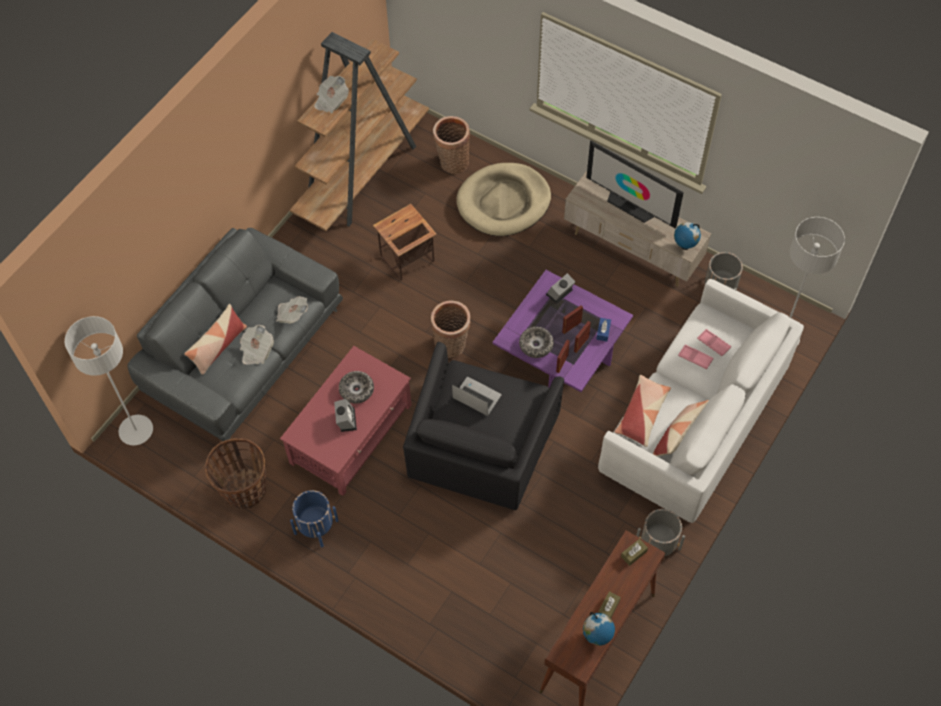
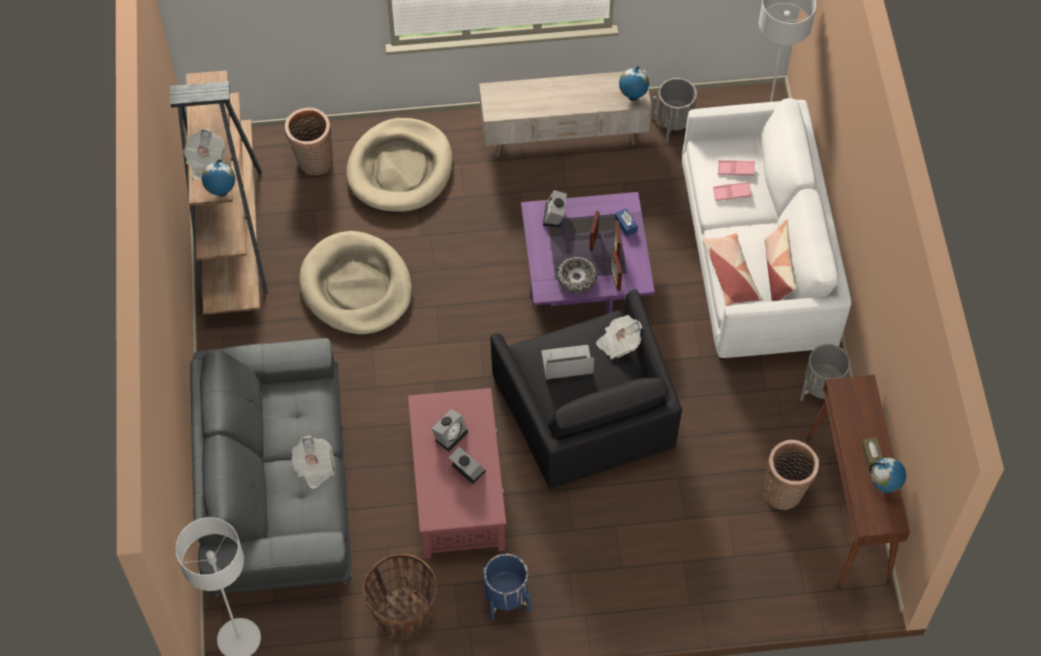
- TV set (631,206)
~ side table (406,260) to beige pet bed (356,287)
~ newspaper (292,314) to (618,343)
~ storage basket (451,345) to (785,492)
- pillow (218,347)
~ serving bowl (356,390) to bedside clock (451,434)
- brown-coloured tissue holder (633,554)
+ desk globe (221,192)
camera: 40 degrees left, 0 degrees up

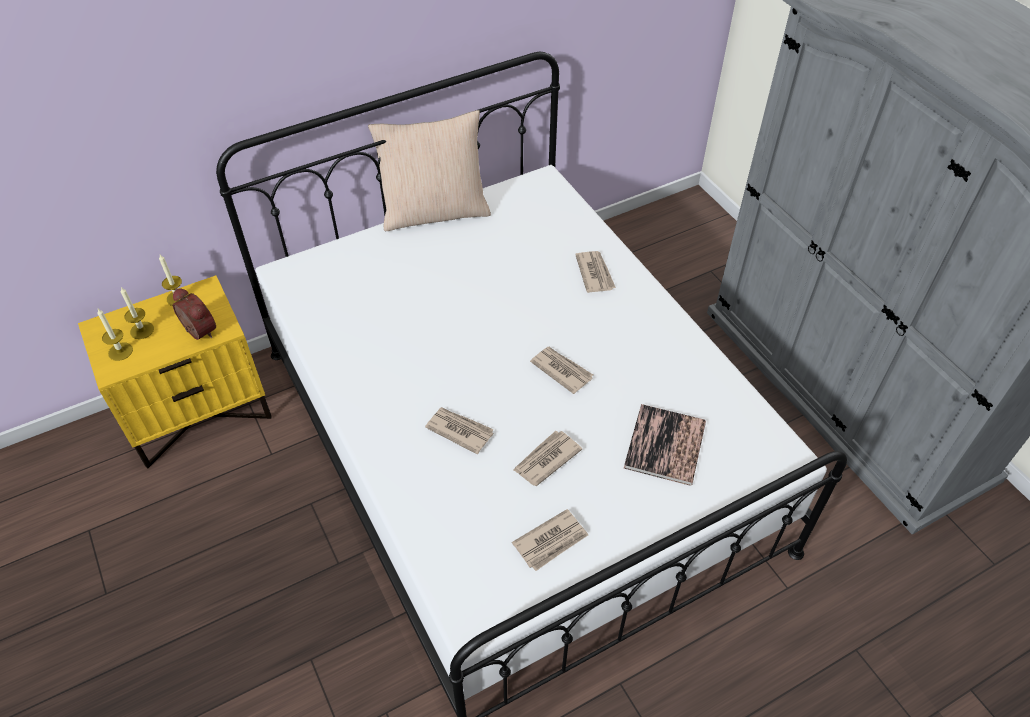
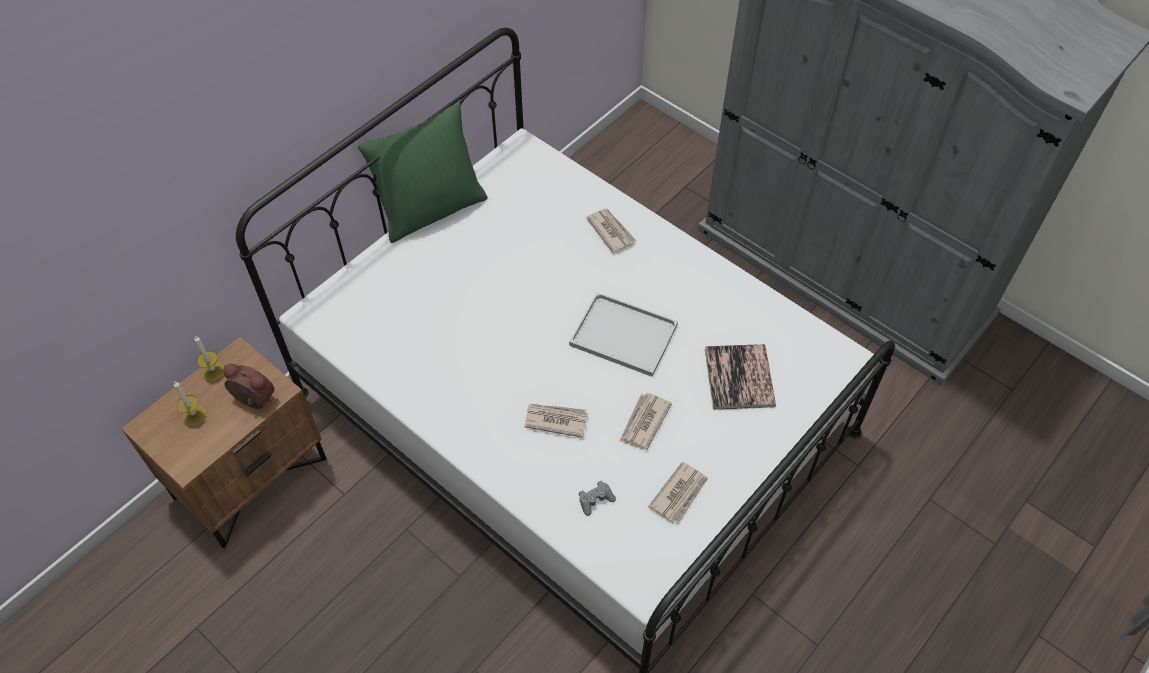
~ beige pillow (435,212) to green pillow (431,209)
~ yellowish bedside table (199,413) to brown-coloured bedside table (250,476)
- wax candle (120,351)
~ newspaper (561,370) to white tray (621,335)
+ gray game controller (595,500)
camera: 20 degrees left, 5 degrees up

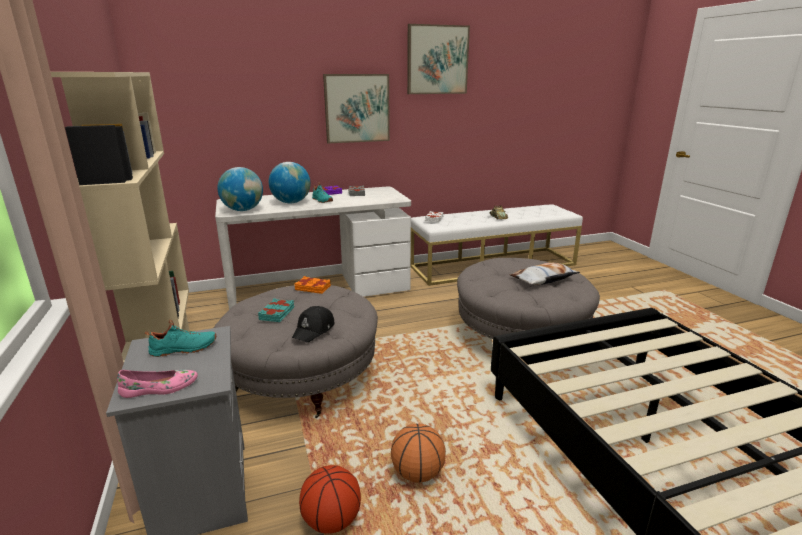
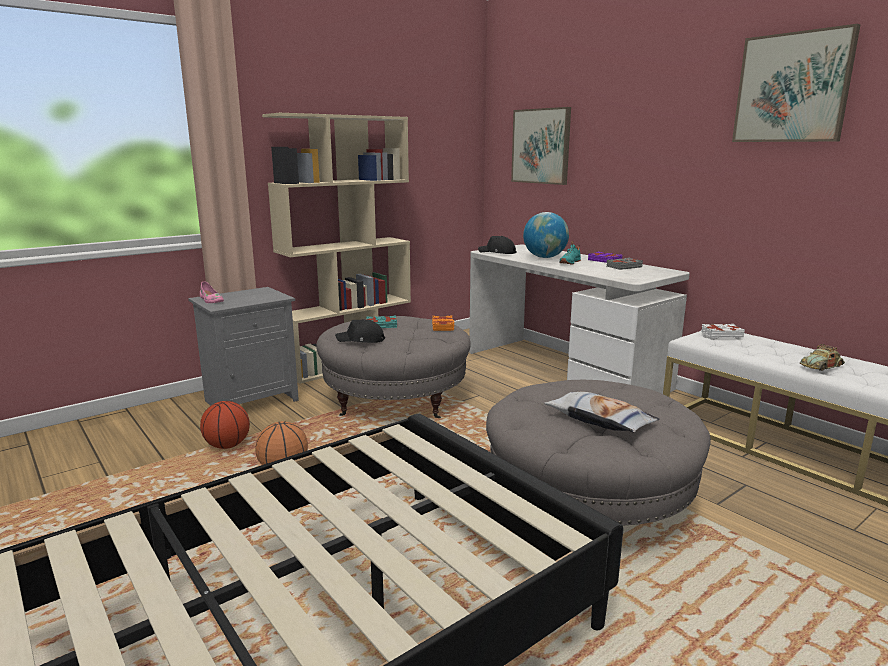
~ picture (357,108) to (541,146)
~ desk globe (243,210) to black baseball cap (497,252)
- turquoise item of footwear (184,349)
camera: 70 degrees right, 5 degrees down

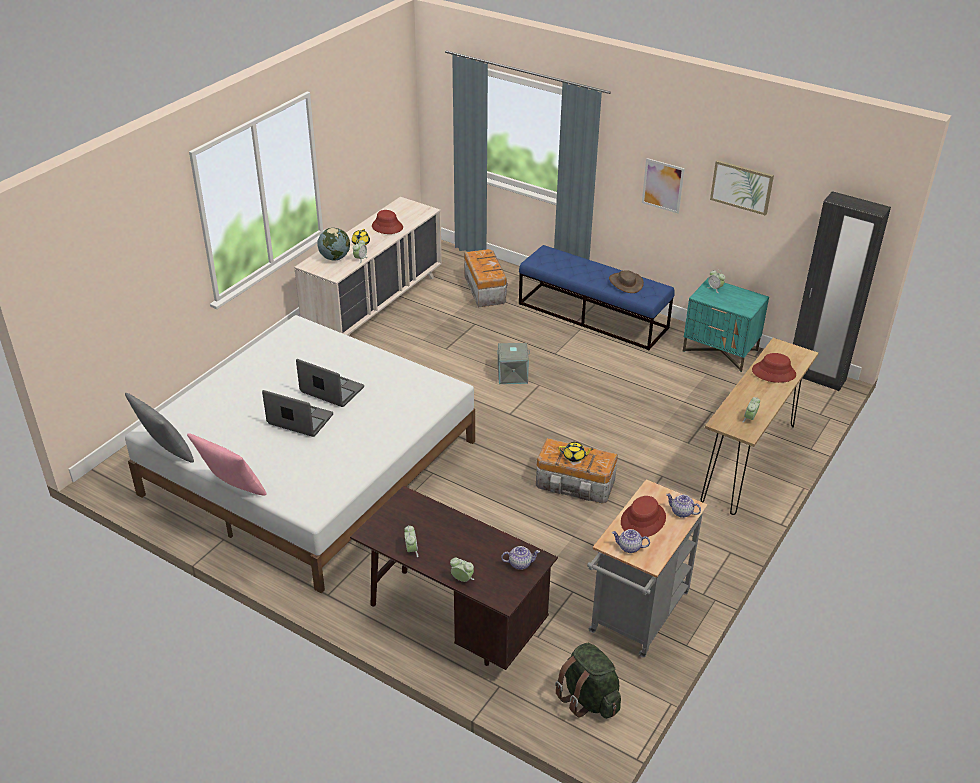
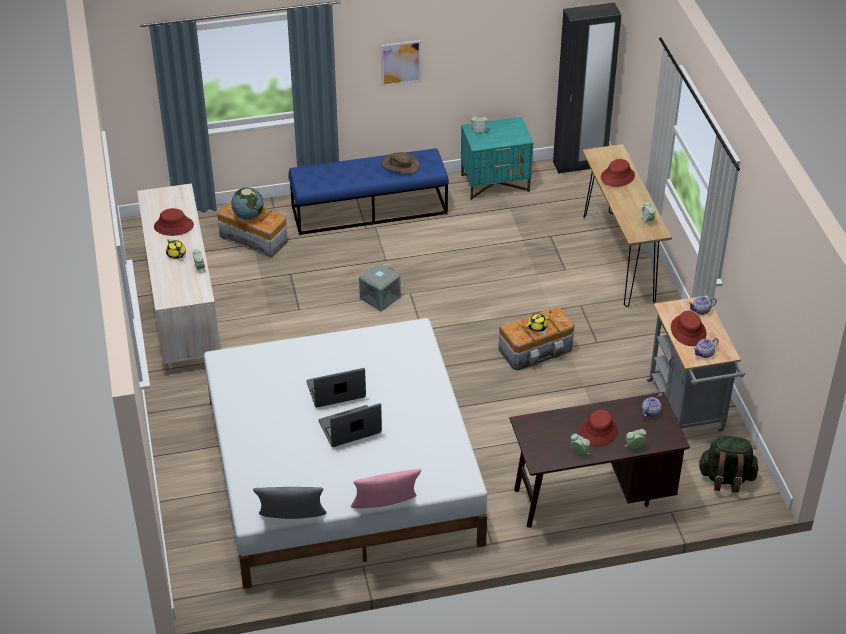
- picture (741,187)
~ desk globe (335,258) to (248,216)
+ reddish wearable hat (598,431)
camera: 45 degrees left, 5 degrees up

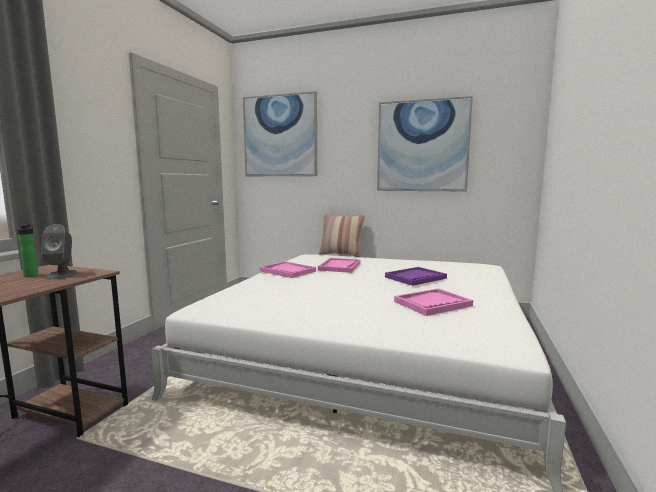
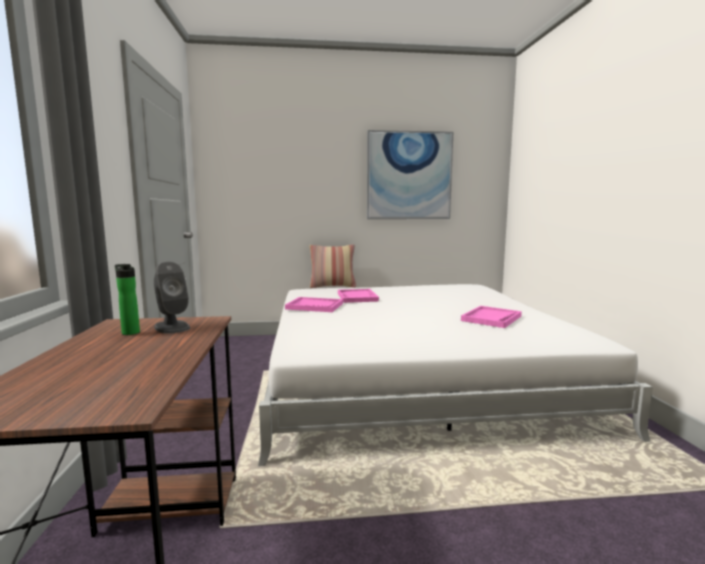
- picture (280,136)
- purple-coloured tray (415,278)
camera: 25 degrees left, 0 degrees up

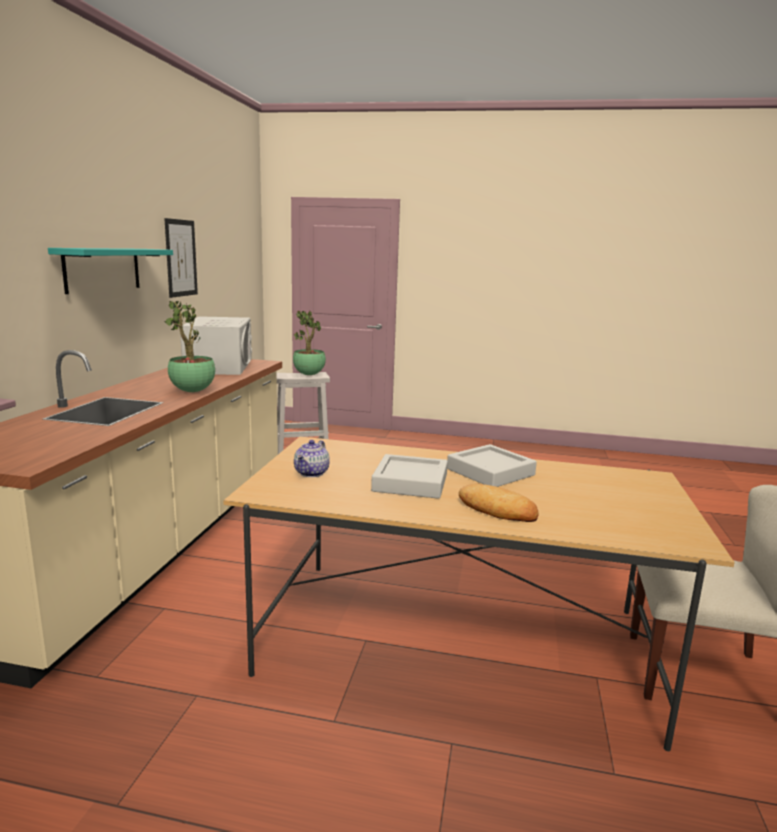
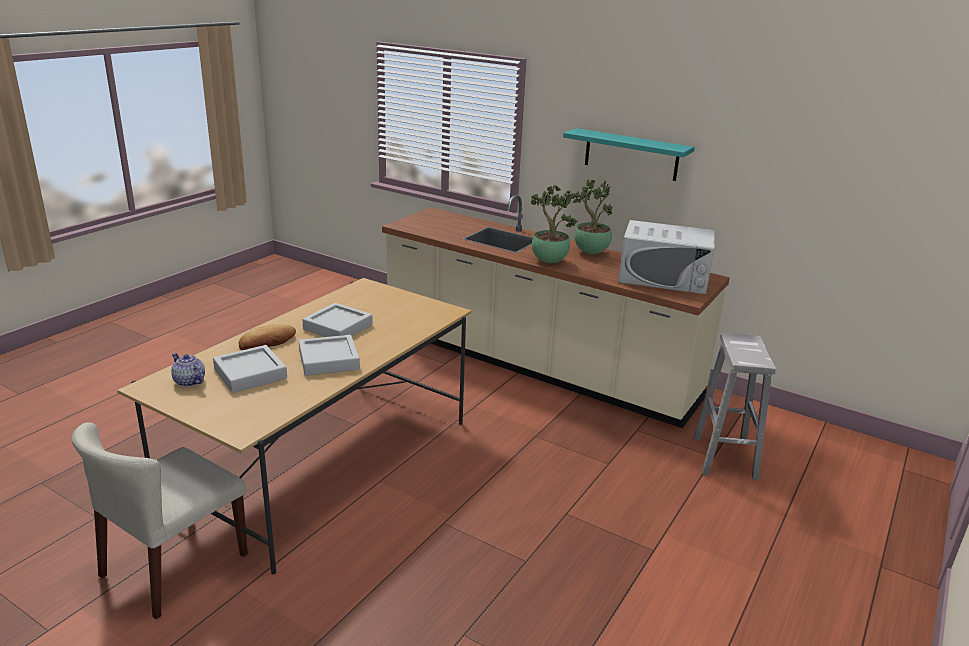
- picture (181,258)
~ potted plant (309,375) to (590,253)
~ pot for tea (312,473) to (189,382)
+ gray tray (250,374)
camera: 110 degrees right, 10 degrees up

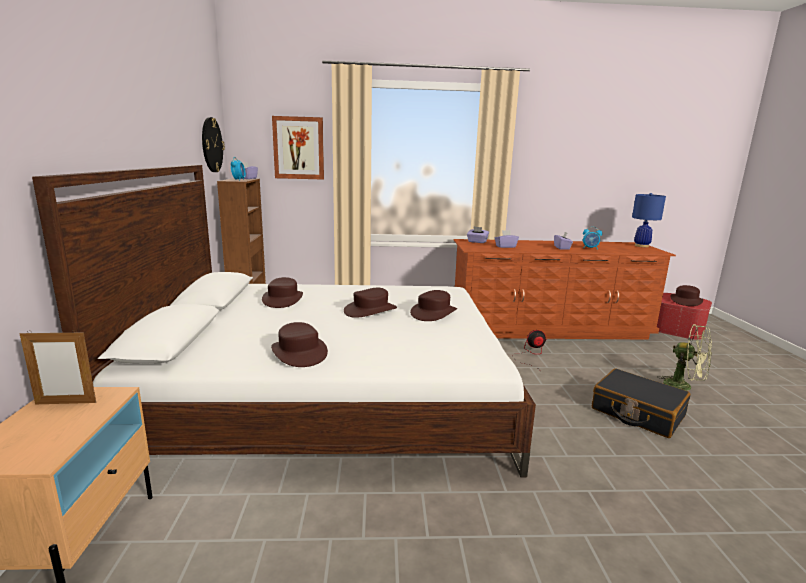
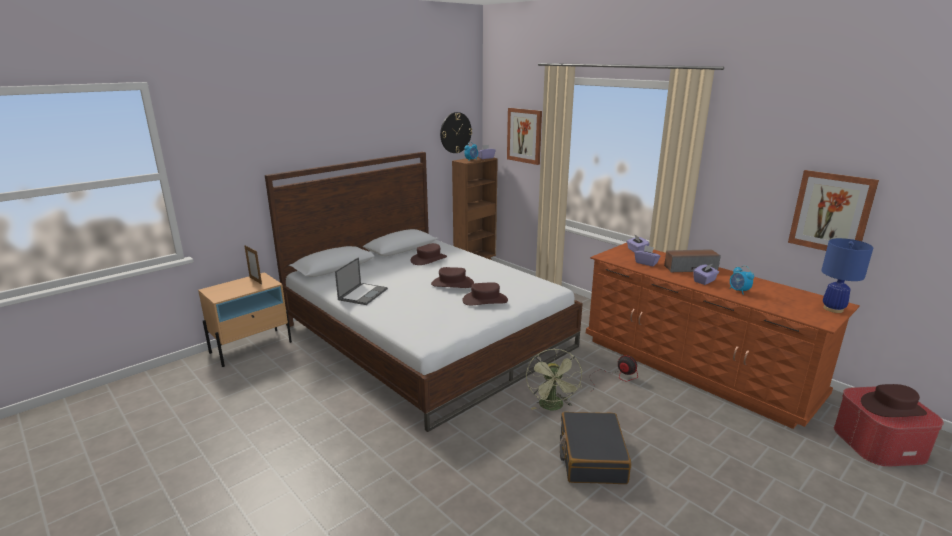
~ brown-coloured wearable hat (299,352) to notebook computer (363,294)
~ green fan (684,387) to (553,407)
+ picture (831,212)
+ audio speaker (690,268)
camera: 50 degrees right, 5 degrees up

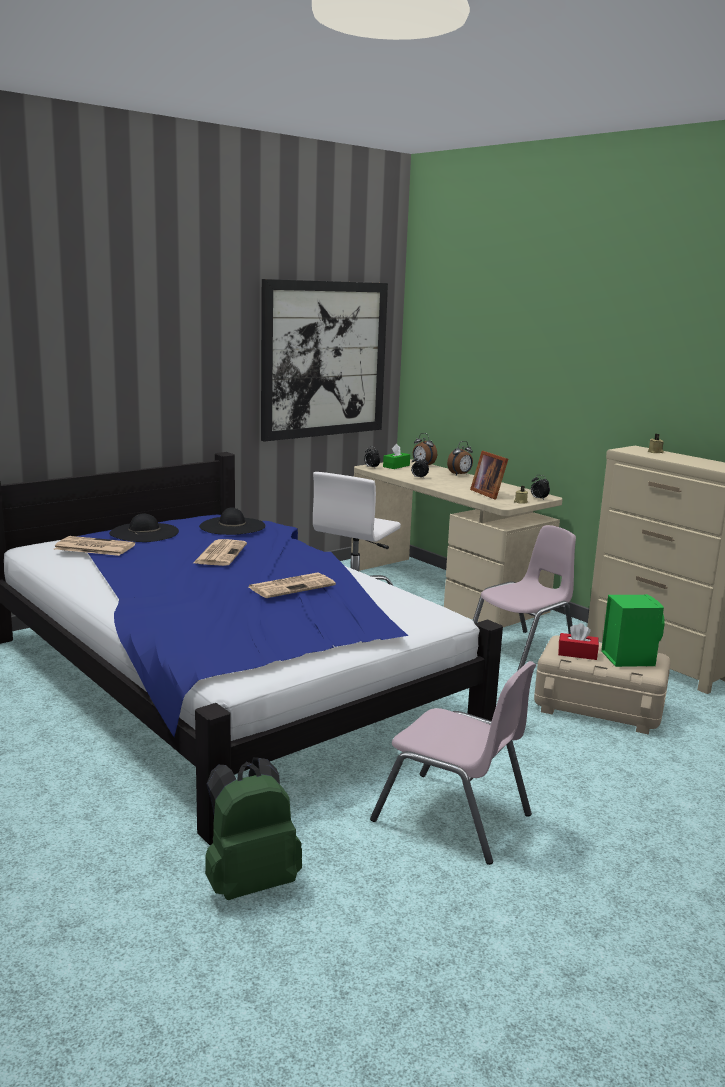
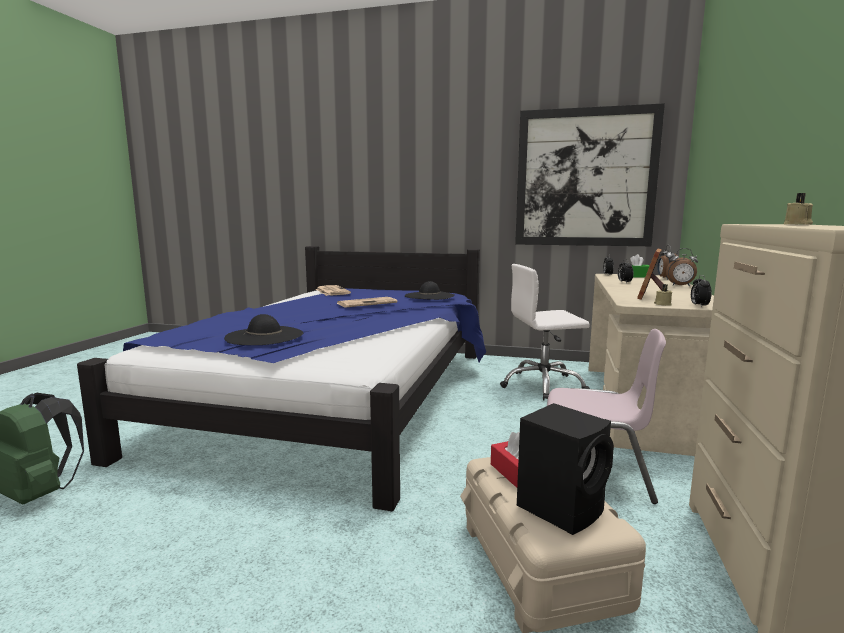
~ black wearable hat (144,532) to (264,336)
- newspaper (292,586)
~ green audio speaker (627,658) to black audio speaker (562,508)
- pink upright chair (453,818)
camera: 55 degrees right, 5 degrees down

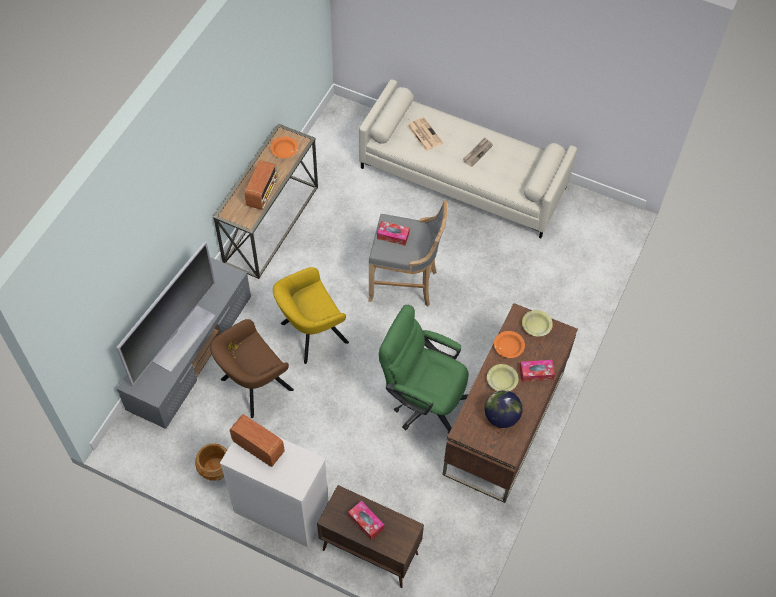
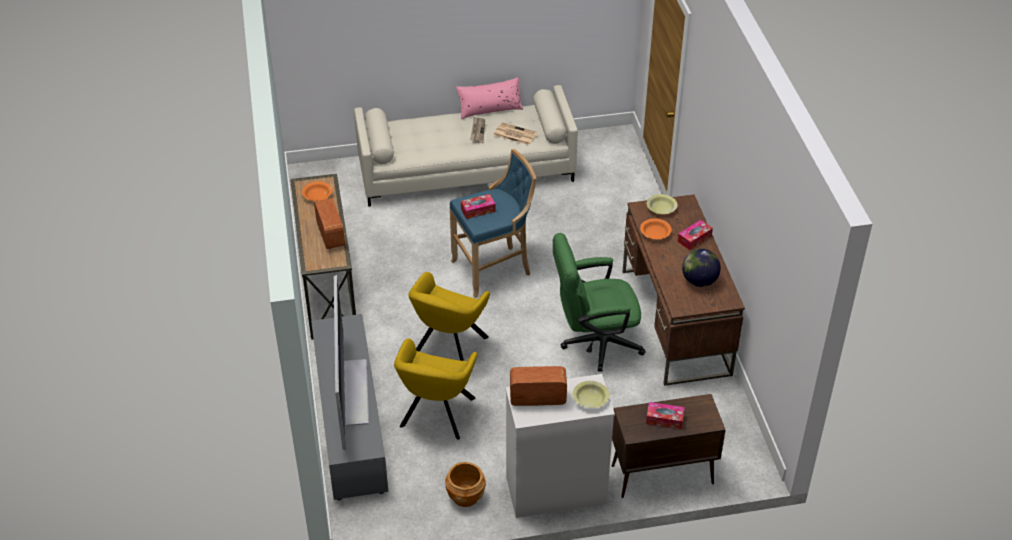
~ newspaper (424,134) to (514,134)
~ gray sitting stool (405,284) to blue sitting stool (494,269)
~ brown-coloured easy chair (253,386) to yellowish easy chair (436,415)
~ yellowish serving bowl (501,380) to (590,399)
+ pink pillow (490,109)
camera: 35 degrees left, 15 degrees down

